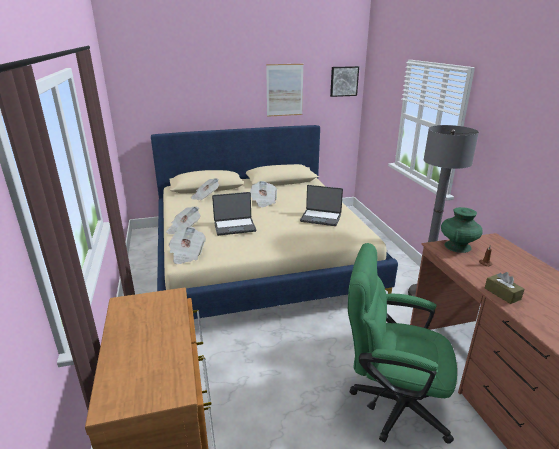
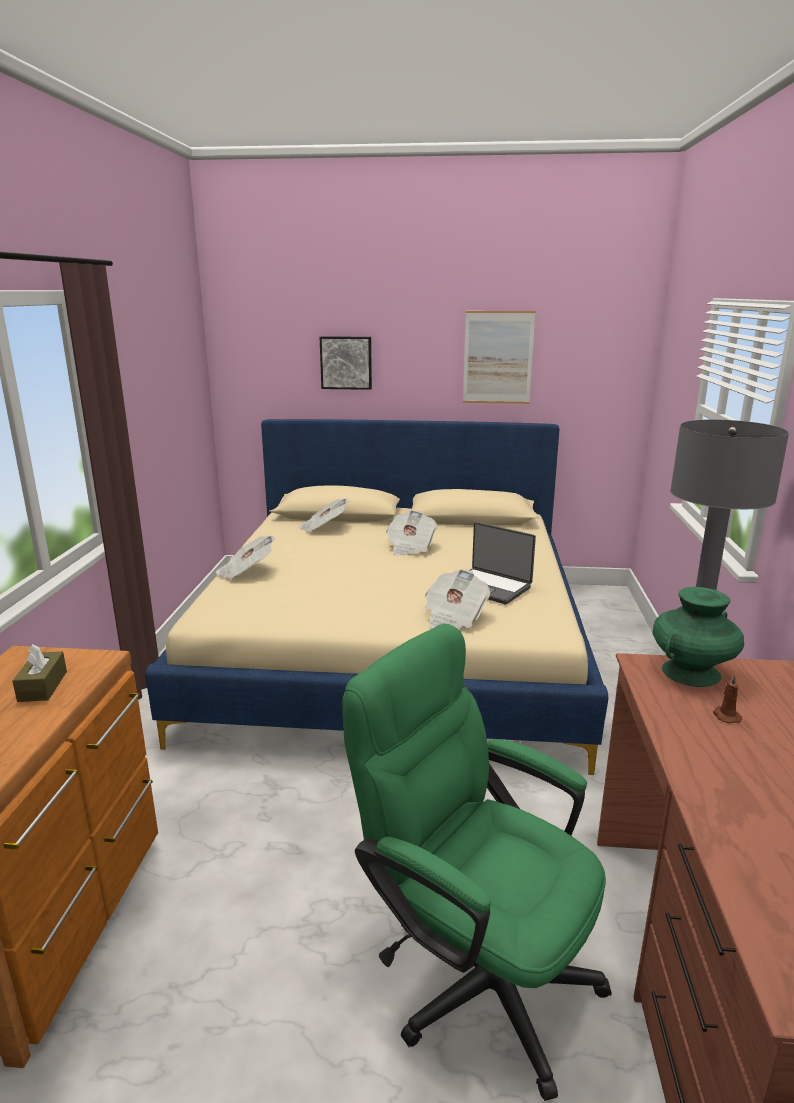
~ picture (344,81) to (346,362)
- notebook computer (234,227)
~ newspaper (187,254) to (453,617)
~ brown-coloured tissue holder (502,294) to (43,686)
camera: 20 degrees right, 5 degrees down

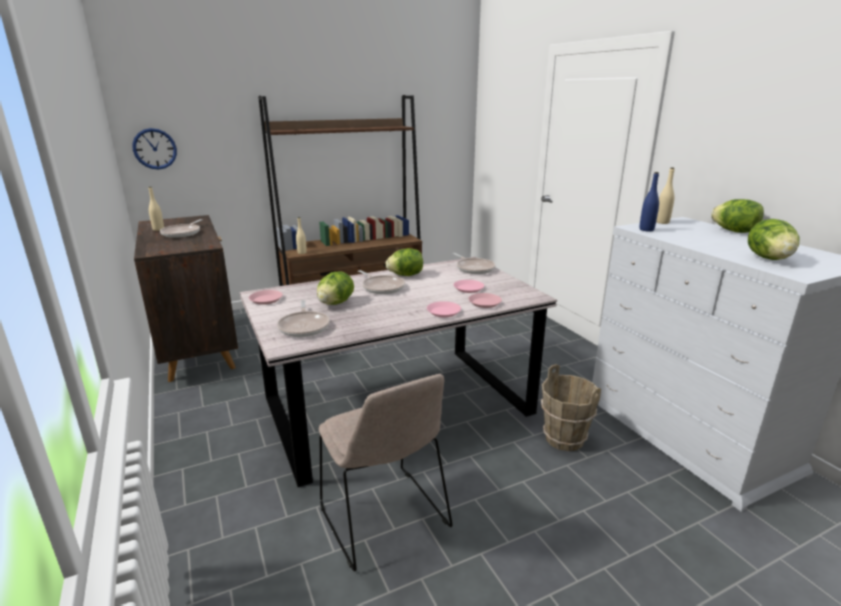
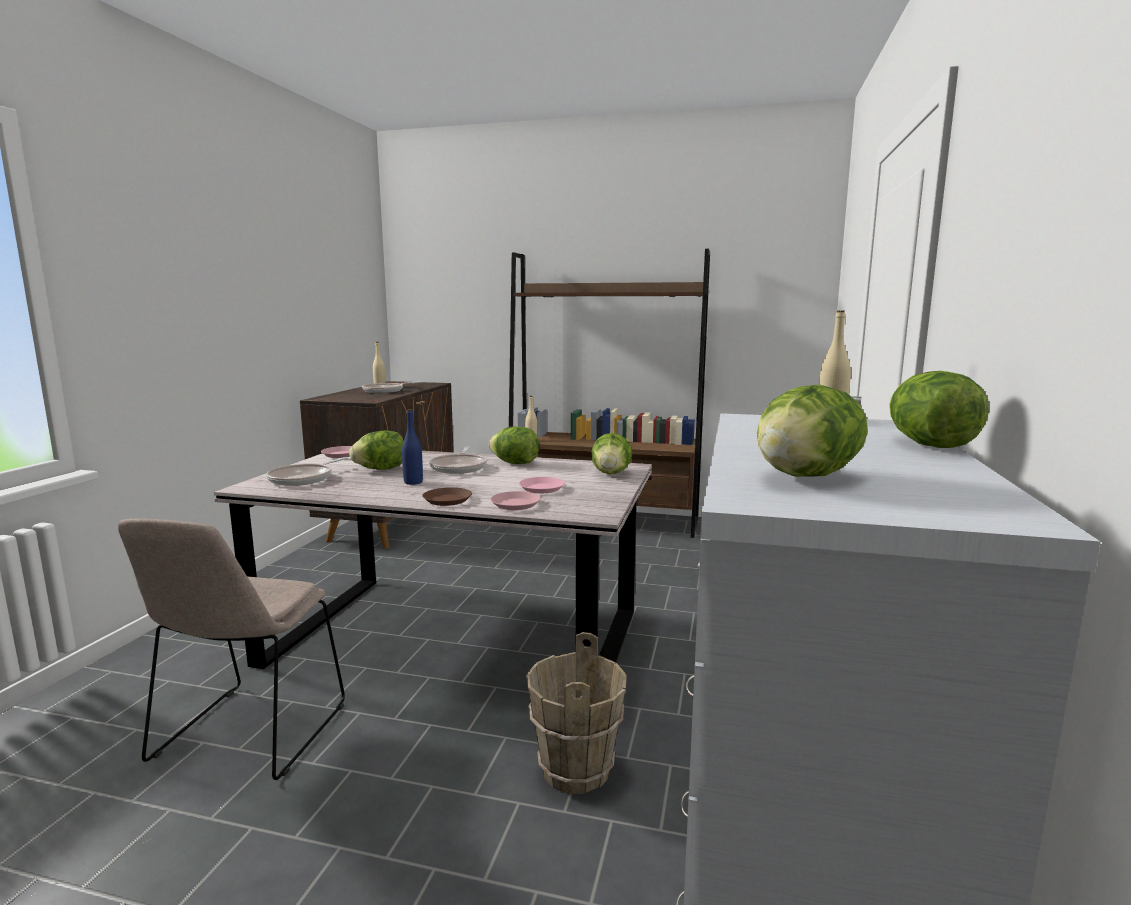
- clock on the wall (155,149)
~ blue bottle (646,229) to (413,482)
~ skillet (474,268) to lettuce (611,473)
~ pink plate (443,312) to brown-coloured plate (447,500)
camera: 40 degrees right, 10 degrees down

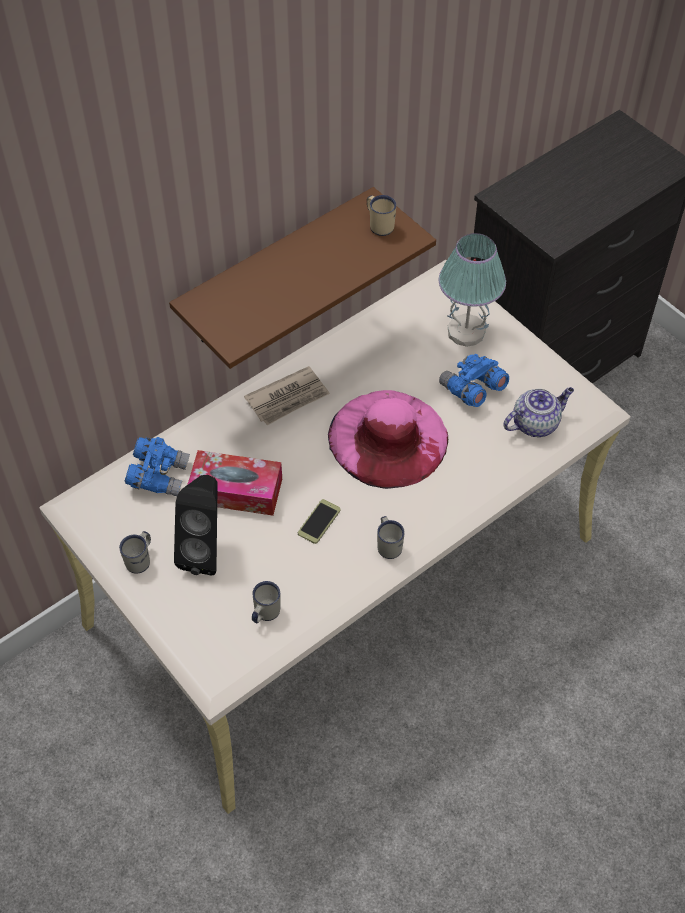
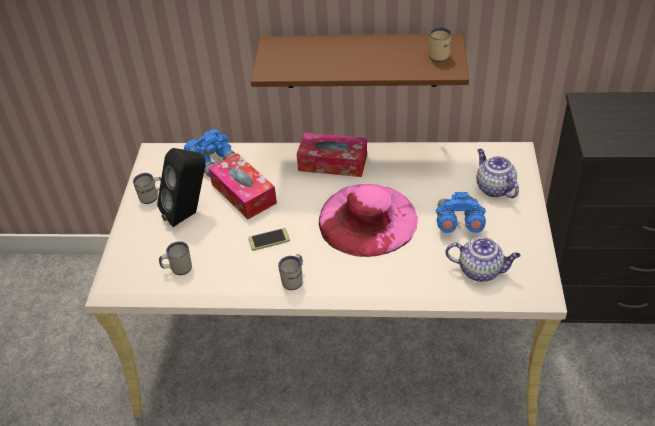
~ table lamp (465,332) to pot for tea (494,188)
~ newspaper (288,398) to tissue holder (332,162)
camera: 45 degrees right, 10 degrees down

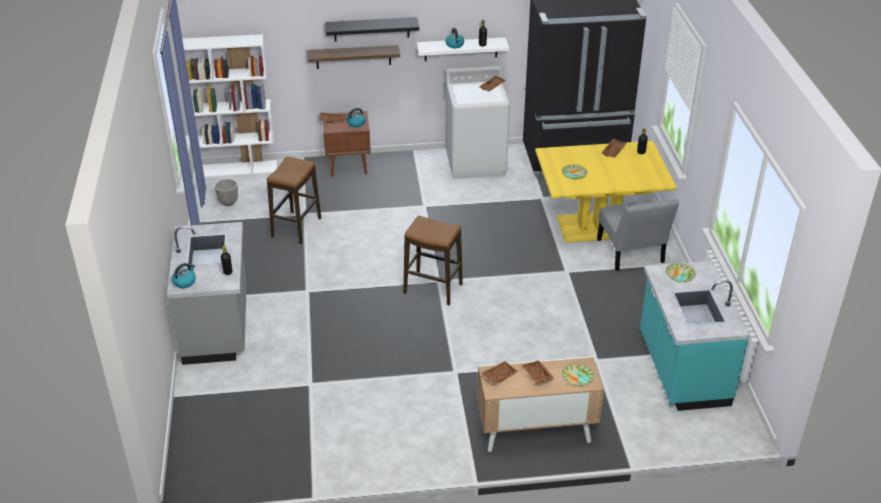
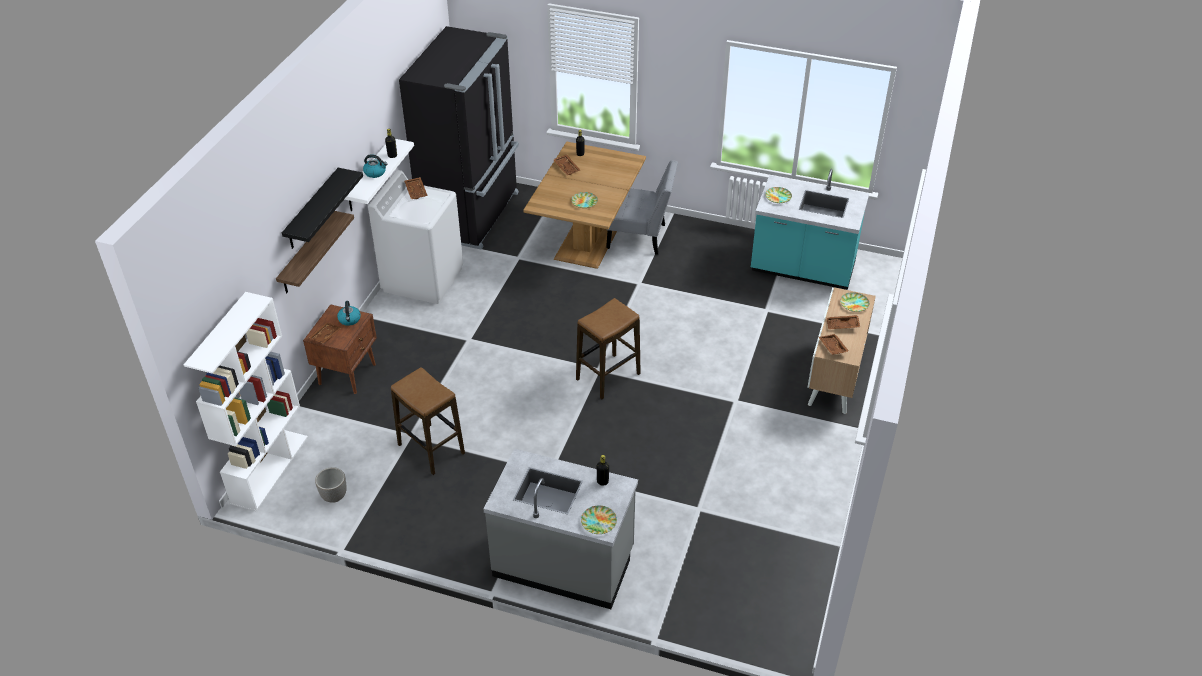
~ yellowish dining table (597,226) to brown-coloured dining table (587,241)
~ kettle (185,282) to plate (598,522)
camera: 65 degrees left, 5 degrees up

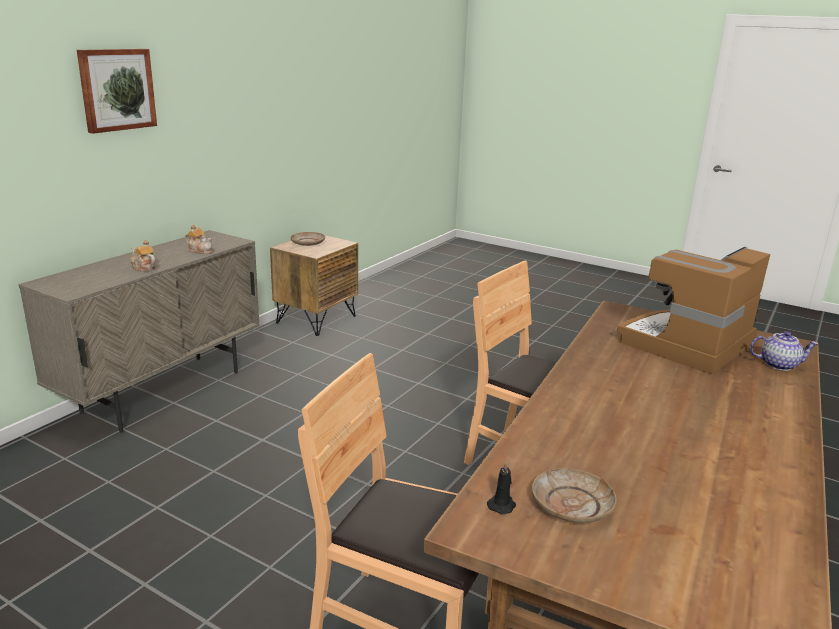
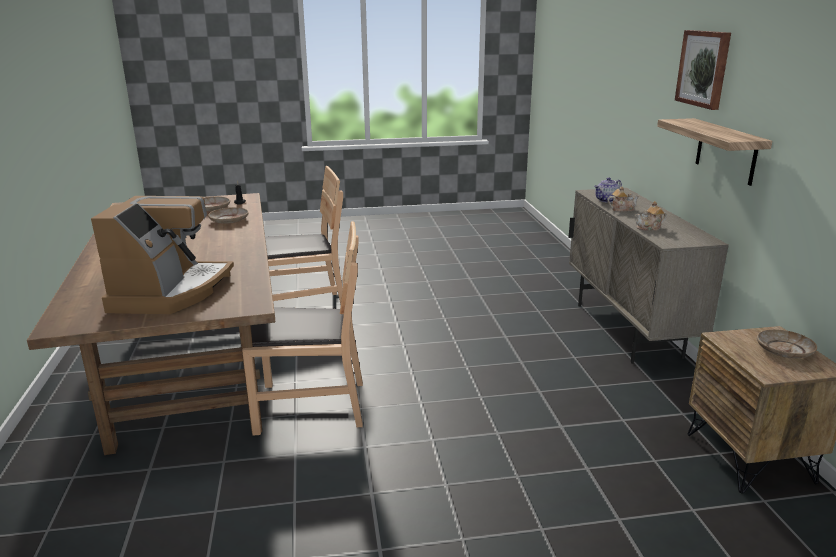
~ pot for tea (779,364) to (606,200)
+ shelf (726,151)
+ beige plate (229,220)
camera: 140 degrees right, 0 degrees up

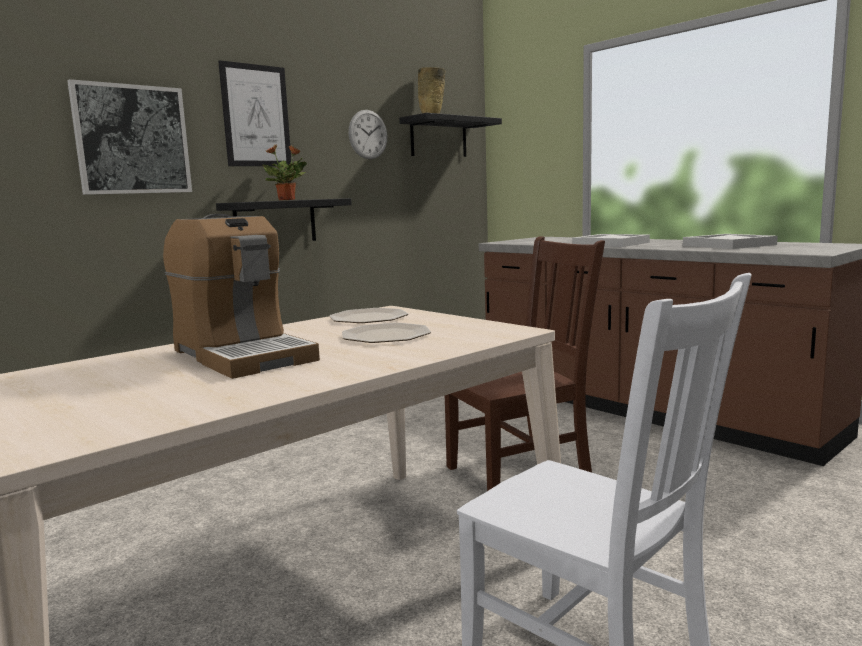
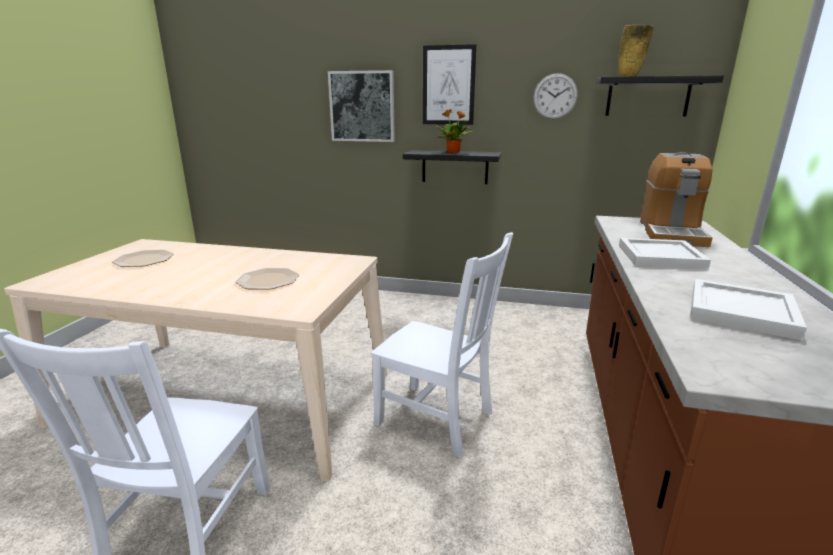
~ coffee machine (242,355) to (671,233)
~ brown-coloured upright chair (522,471) to white upright chair (438,419)
~ plate (369,318) to (144,260)
camera: 55 degrees right, 10 degrees up

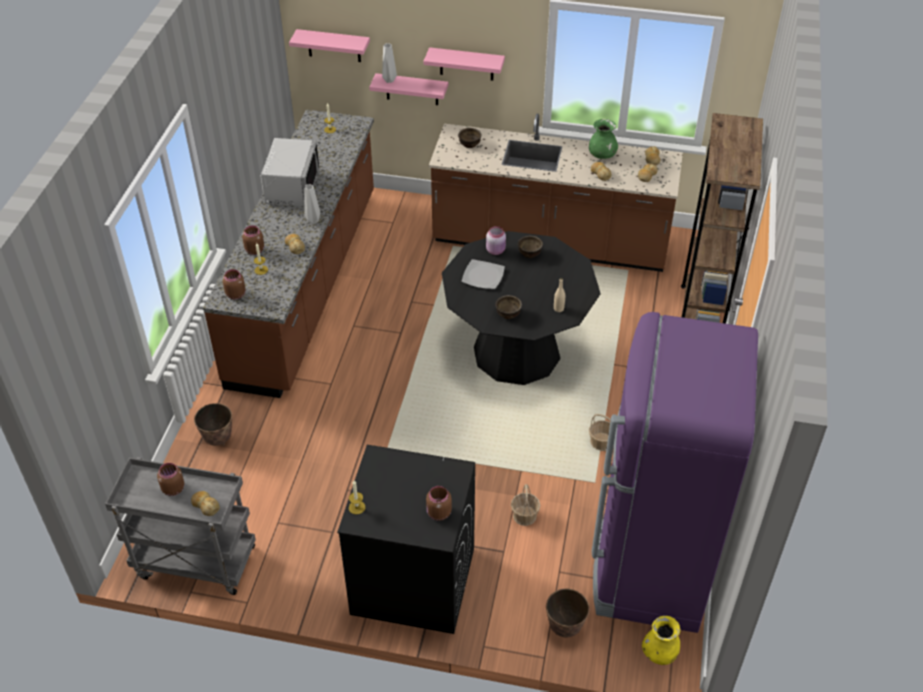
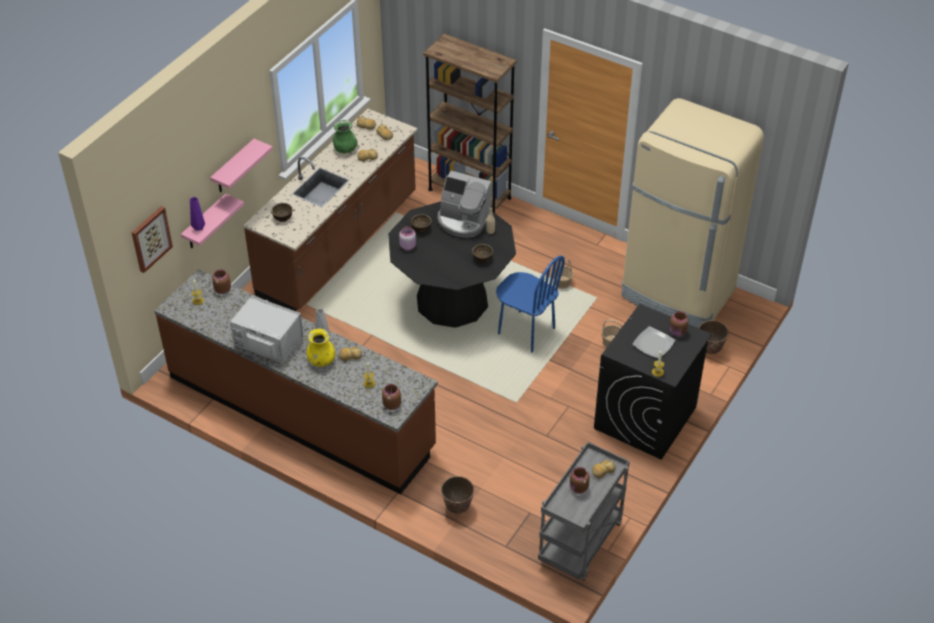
~ pink shelf (334,46) to picture (150,239)
~ gray decorative vase (390,80) to purple-coloured decorative vase (199,227)
~ brown-coloured jar (254,250) to (222,290)
~ plate (483,276) to (654,344)
~ purple-coloured kitchen fridge (649,567) to beige kitchen fridge (677,294)
~ yellowish decorative vase (659,653) to (321,361)
+ coffee machine (463,220)
+ blue upright chair (526,331)
camera: 70 degrees left, 0 degrees up

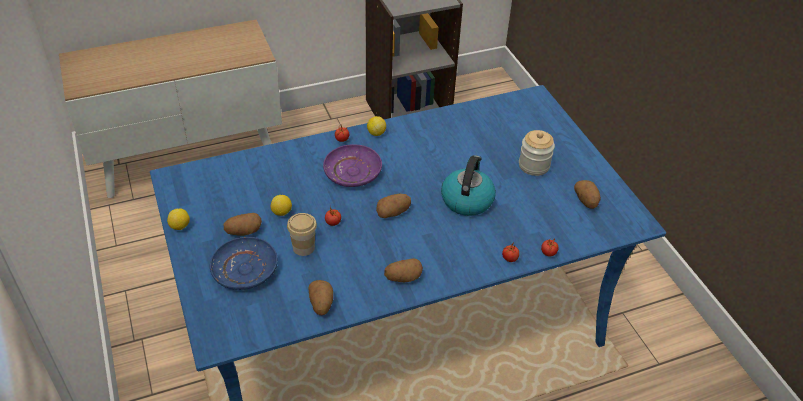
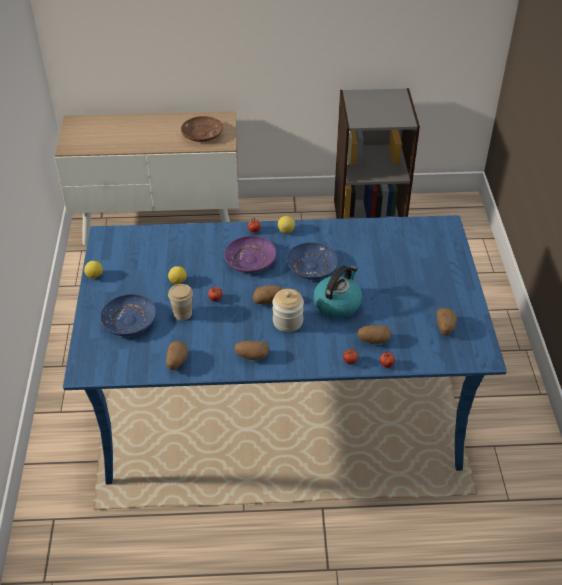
~ jar (534,165) to (287,321)
~ potato (244,232) to (373,340)
+ brown-coloured plate (202,134)
+ blue plate (312,266)
camera: 20 degrees right, 0 degrees up

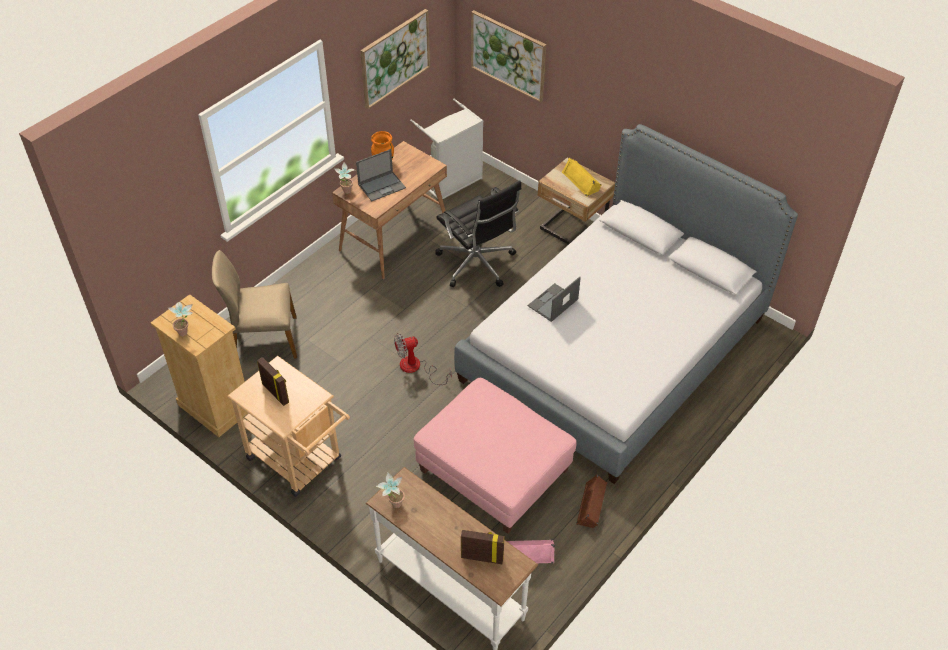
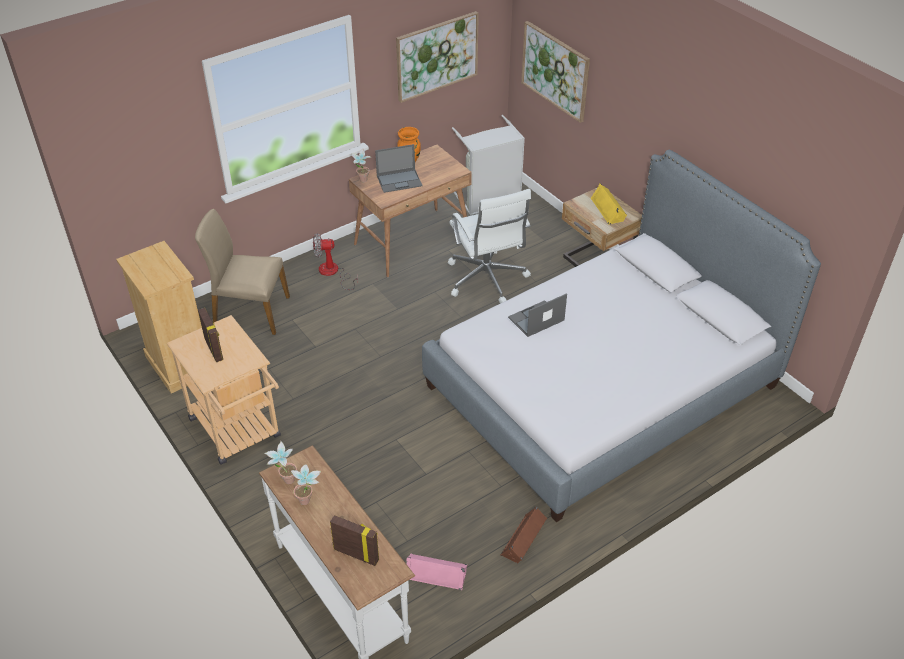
~ black desk chair (477,264) to white desk chair (487,280)
~ potted plant (186,332) to (308,501)
~ fan (416,368) to (333,273)
- pink ottoman (494,470)
camera: 15 degrees right, 5 degrees down

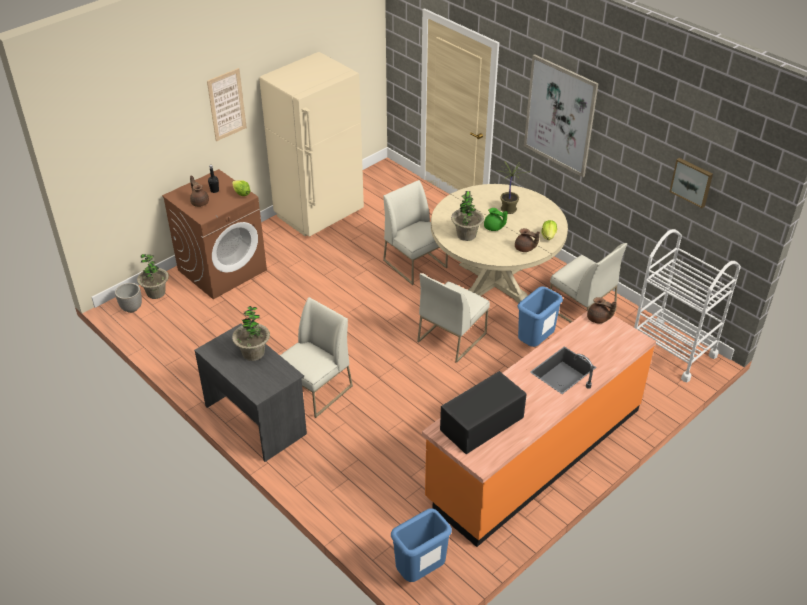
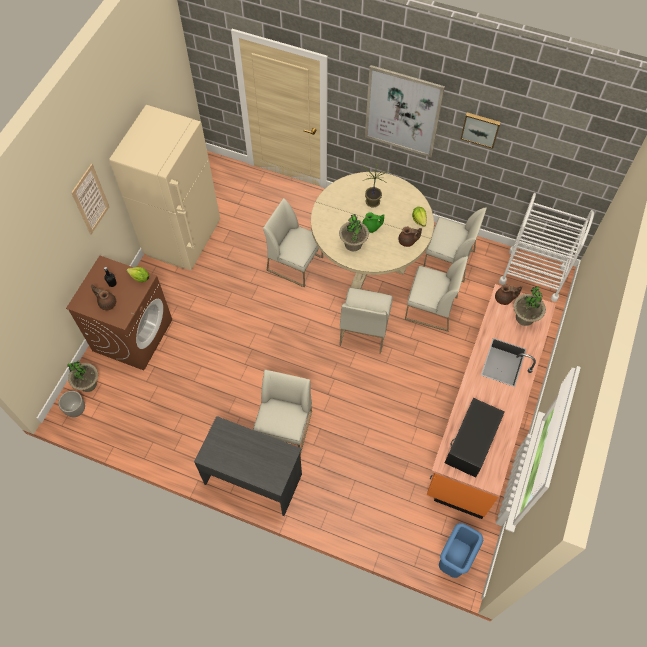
~ picture (692,182) to (480,129)
~ blue rubbish bin (535,343) to white upright chair (430,308)
~ potted plant (253,353) to (524,317)
camera: 25 degrees left, 20 degrees up

